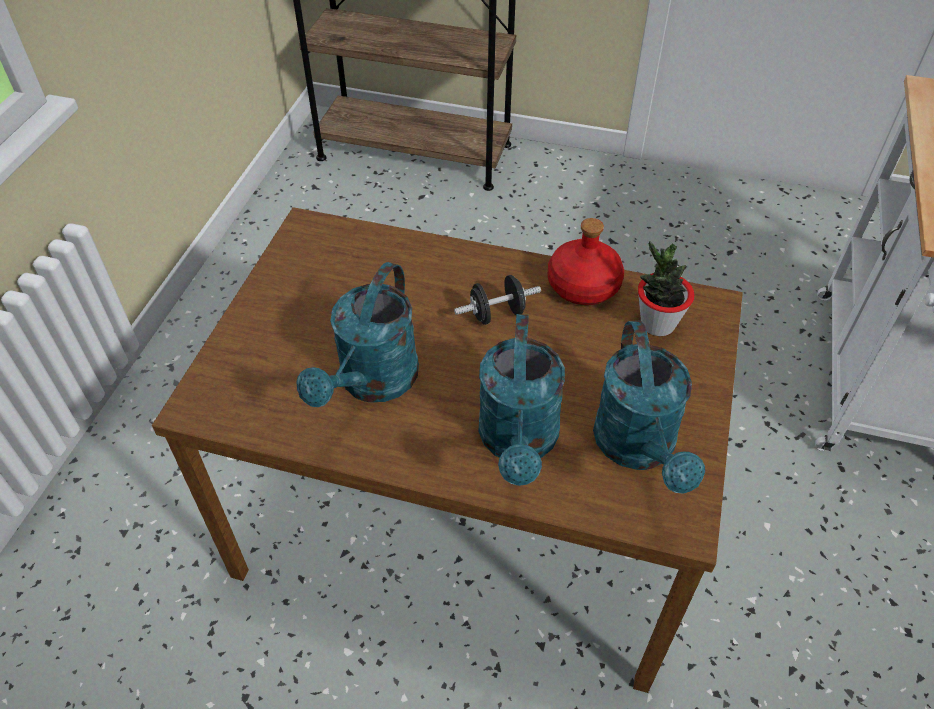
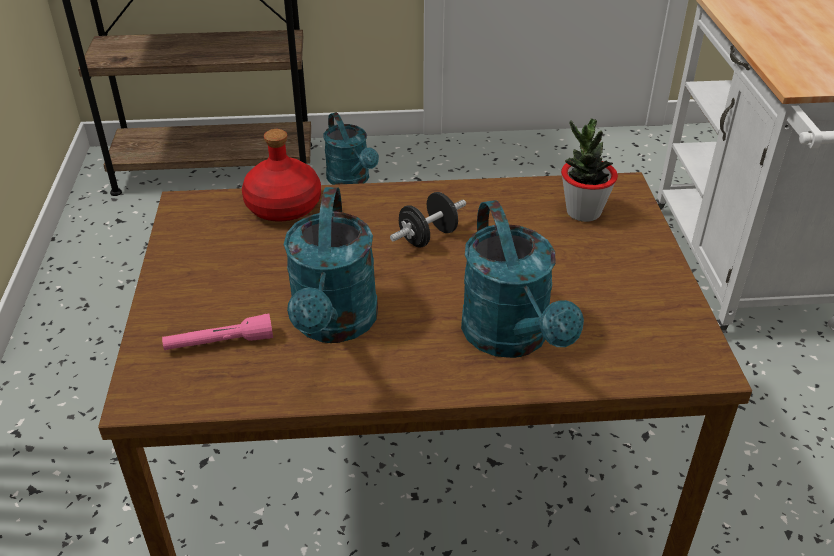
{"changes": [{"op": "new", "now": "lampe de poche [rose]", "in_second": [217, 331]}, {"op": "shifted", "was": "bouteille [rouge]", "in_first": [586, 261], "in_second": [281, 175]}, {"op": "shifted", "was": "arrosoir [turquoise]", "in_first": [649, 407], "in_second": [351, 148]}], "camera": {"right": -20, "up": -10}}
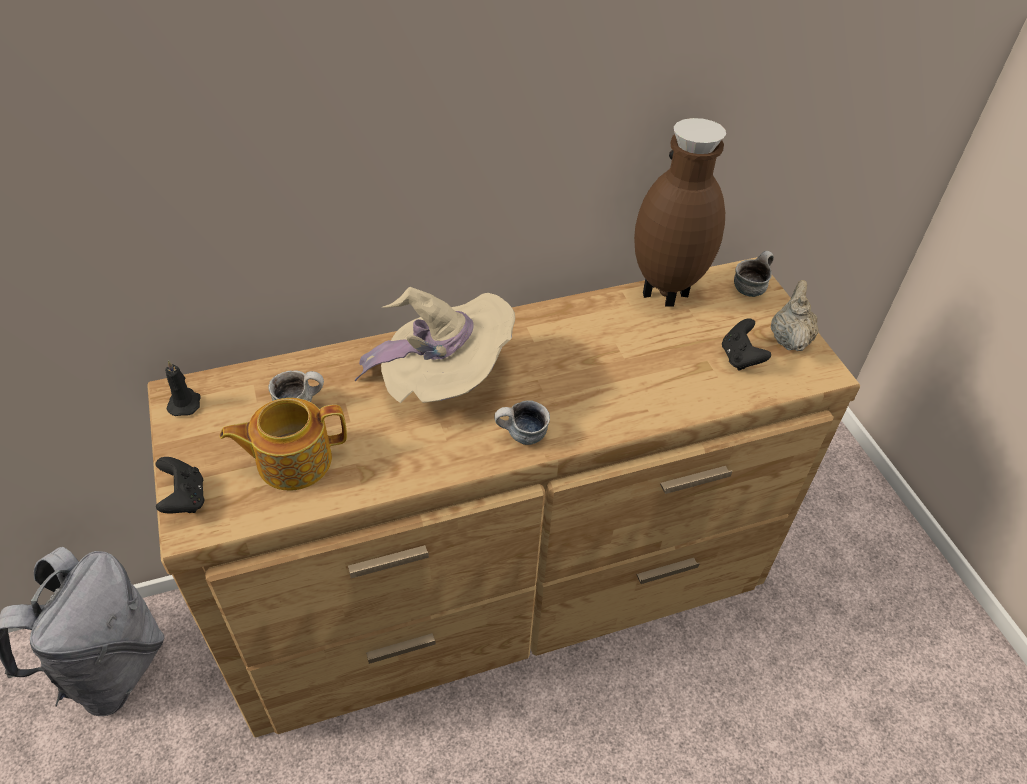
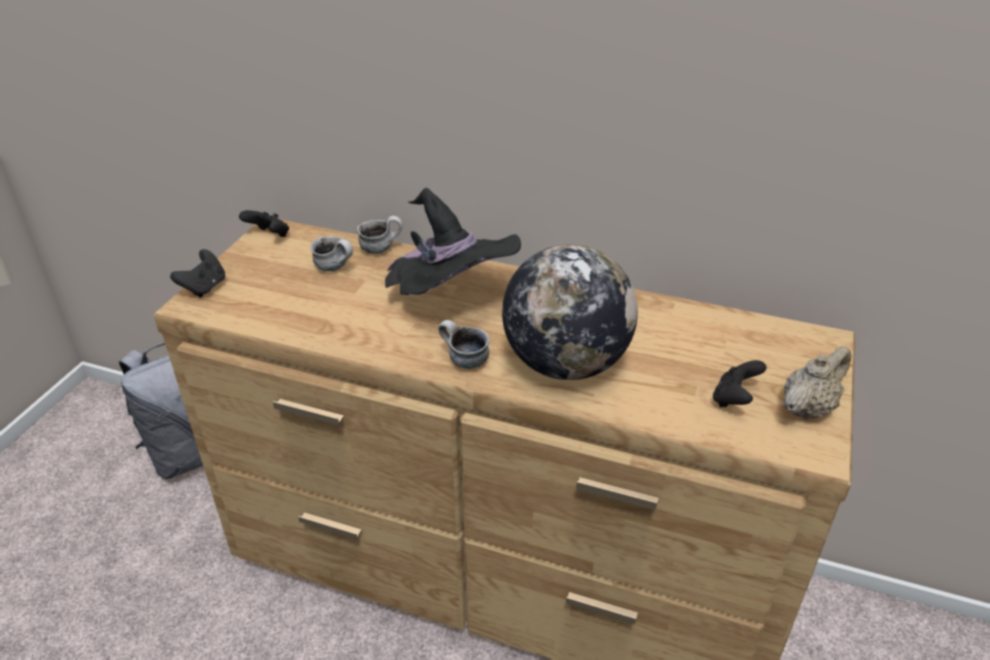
{"changes": [{"op": "gone", "was": "théière", "in_first": [283, 444]}, {"op": "gone", "was": "vase [marron]", "in_first": [680, 212]}, {"op": "new", "now": "globe", "in_second": [570, 312]}, {"op": "shifted", "was": "mug", "in_first": [754, 274], "in_second": [380, 235]}, {"op": "swapped", "was": "bougie [noir]", "now": "manette [noir]", "in_first": [183, 388], "in_second": [264, 223]}, {"op": "repainted", "was": "chapeau [beige]", "now": "chapeau [noir]", "in_first": [435, 345], "in_second": [453, 241]}], "camera": {"right": 40, "up": -10}}
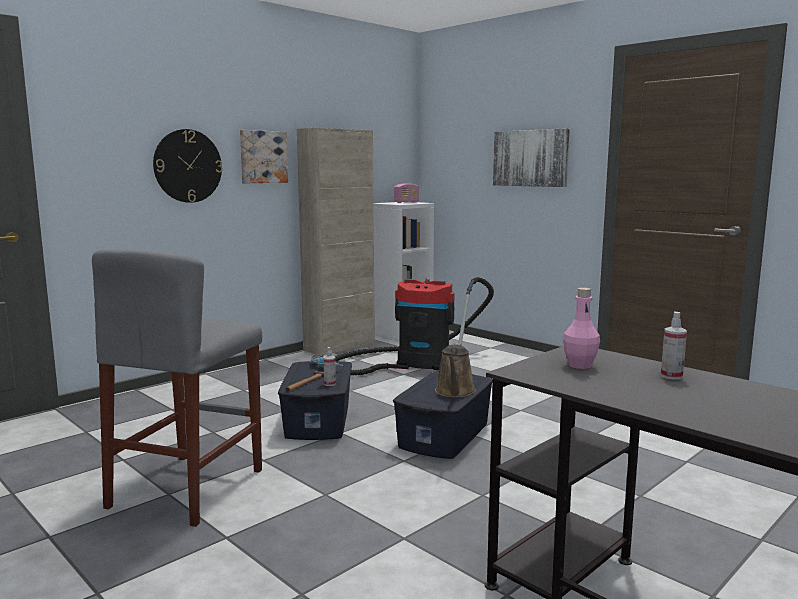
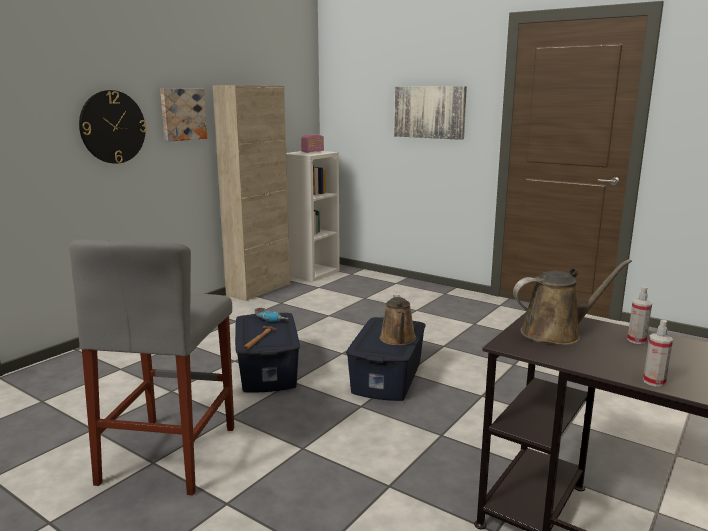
{"changes": [{"op": "gone", "was": "aspirateur", "in_first": [414, 326]}, {"op": "shifted", "was": "vaporisateur", "in_first": [329, 366], "in_second": [658, 353]}, {"op": "swapped", "was": "bouteille [rose]", "now": "arrosoir [marron]", "in_first": [581, 328], "in_second": [572, 302]}], "camera": {"right": -10, "up": 5}}
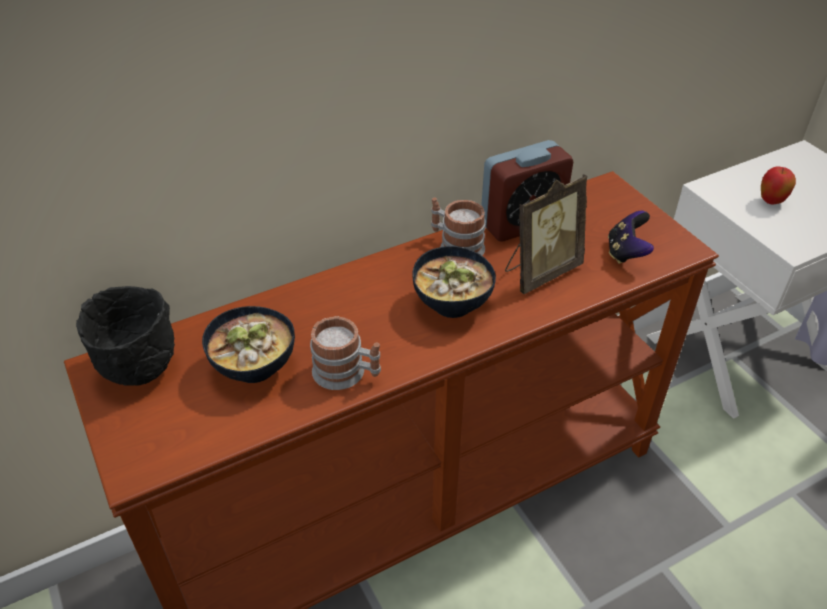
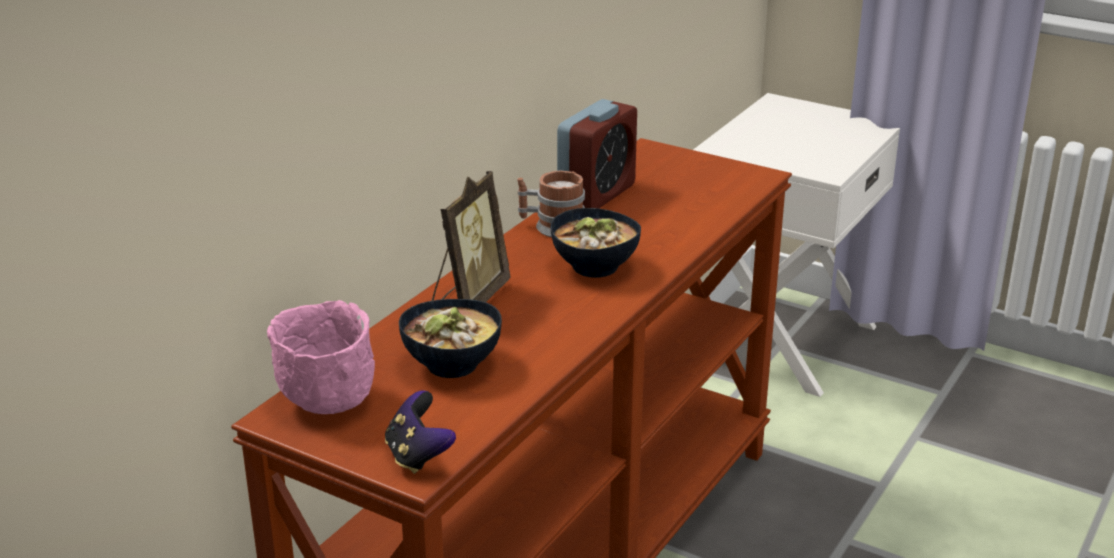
{"changes": [{"op": "gone", "was": "mug", "in_first": [345, 353]}, {"op": "gone", "was": "pomme", "in_first": [778, 185]}, {"op": "shifted", "was": "cadre photo", "in_first": [546, 234], "in_second": [471, 236]}, {"op": "shifted", "was": "manette", "in_first": [631, 237], "in_second": [420, 432]}, {"op": "repainted", "was": "bol [noir]", "now": "bol [rose]", "in_first": [125, 336], "in_second": [321, 357]}], "camera": {"right": -30, "up": -15}}
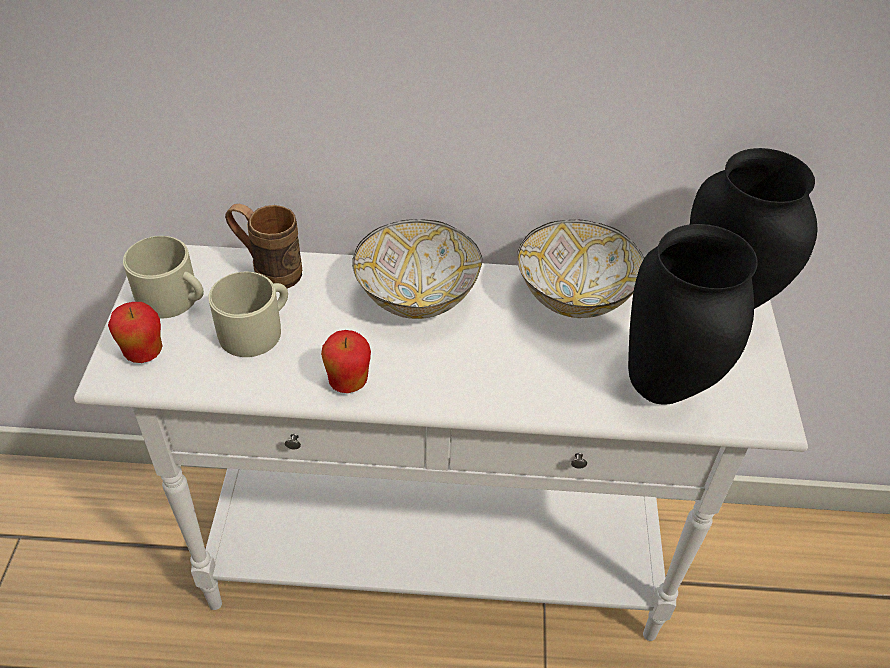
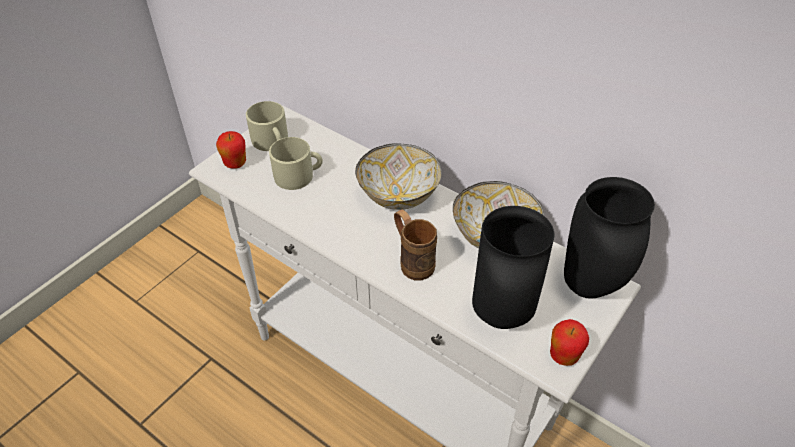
{"changes": [{"op": "shifted", "was": "mug [marron]", "in_first": [263, 246], "in_second": [415, 245]}, {"op": "shifted", "was": "pomme", "in_first": [346, 361], "in_second": [569, 342]}], "camera": {"right": 35, "up": 0}}
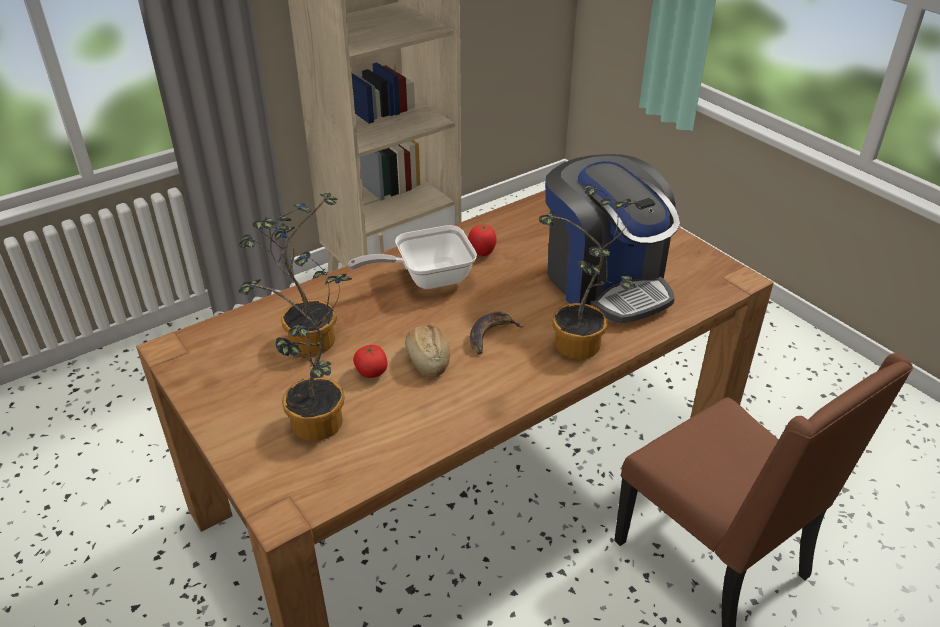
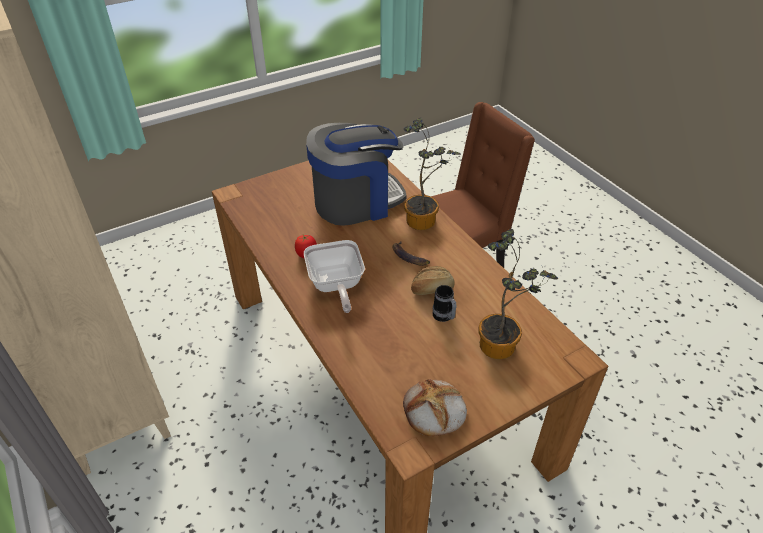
{"changes": [{"op": "gone", "was": "plante en pot", "in_first": [288, 274]}, {"op": "new", "now": "pain", "in_second": [435, 407]}, {"op": "swapped", "was": "tomate", "now": "mug", "in_first": [370, 361], "in_second": [445, 303]}], "camera": {"right": -85, "up": 5}}
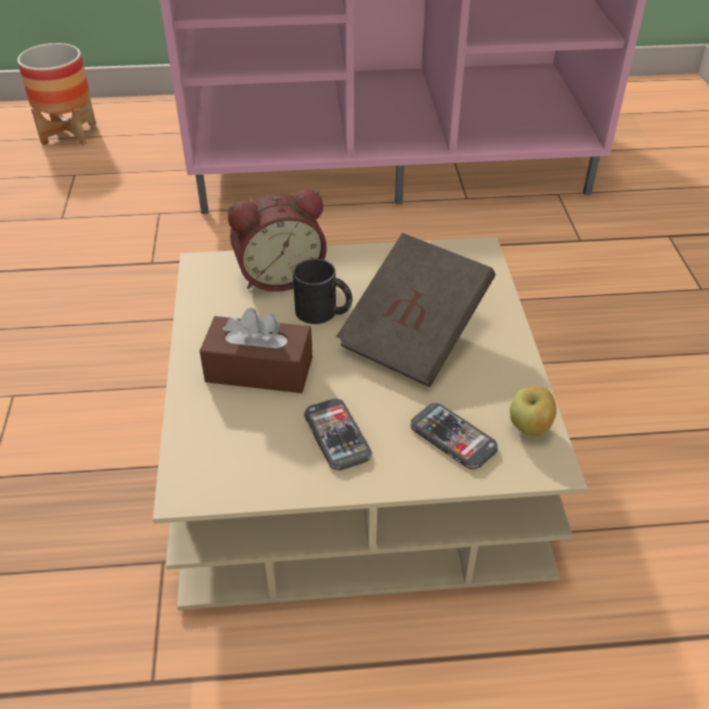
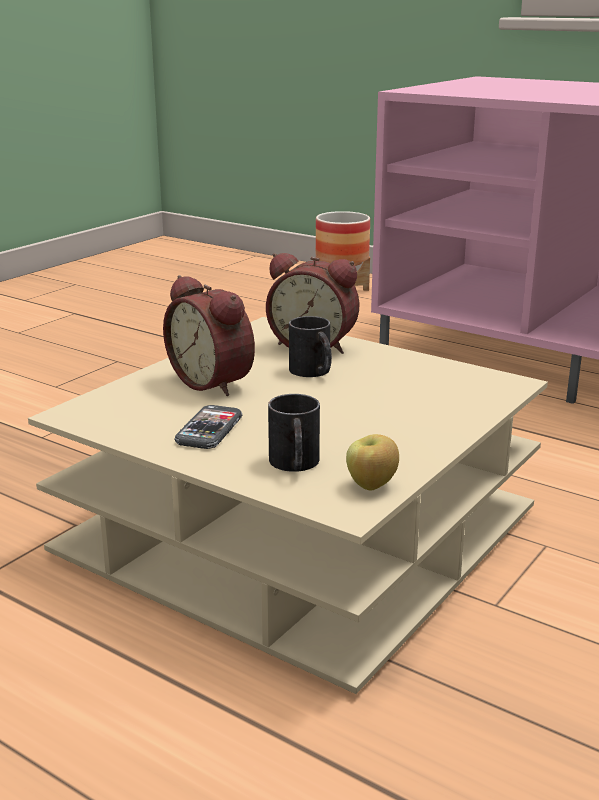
{"changes": [{"op": "gone", "was": "livre [marron]", "in_first": [415, 310]}, {"op": "swapped", "was": "boîte à mouchoirs [marron]", "now": "réveil", "in_first": [256, 350], "in_second": [209, 335]}, {"op": "swapped", "was": "téléphone", "now": "mug [noir]", "in_first": [454, 436], "in_second": [294, 433]}], "camera": {"right": 40, "up": -20}}
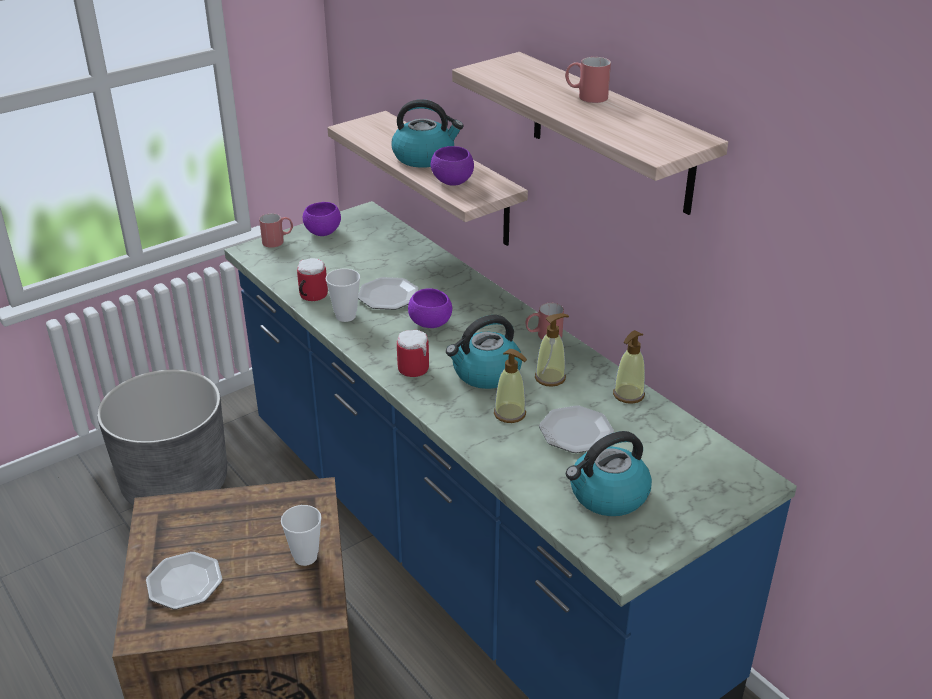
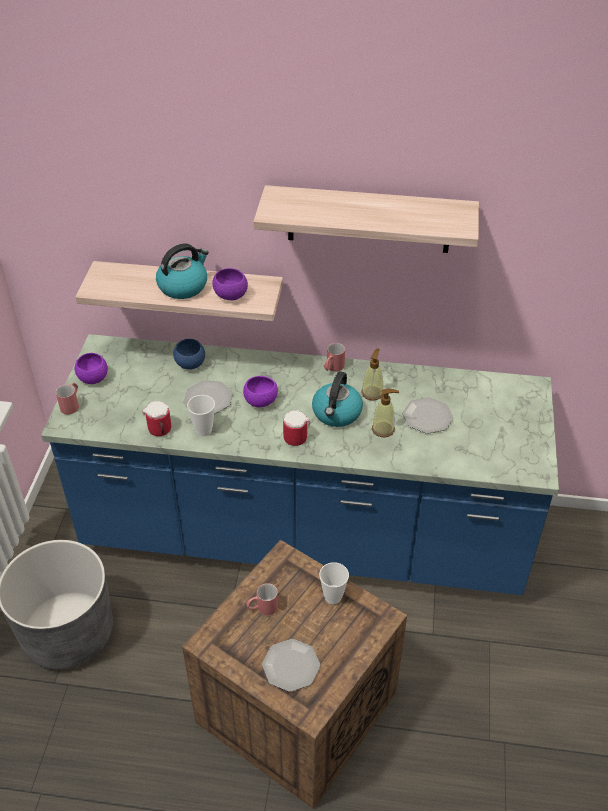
{"changes": [{"op": "gone", "was": "bouilloire", "in_first": [609, 473]}, {"op": "gone", "was": "distributeur de savon", "in_first": [629, 367]}, {"op": "new", "now": "bol [bleu]", "in_second": [189, 354]}, {"op": "shifted", "was": "mug [rouge]", "in_first": [588, 80], "in_second": [262, 599]}], "camera": {"right": -45, "up": 10}}
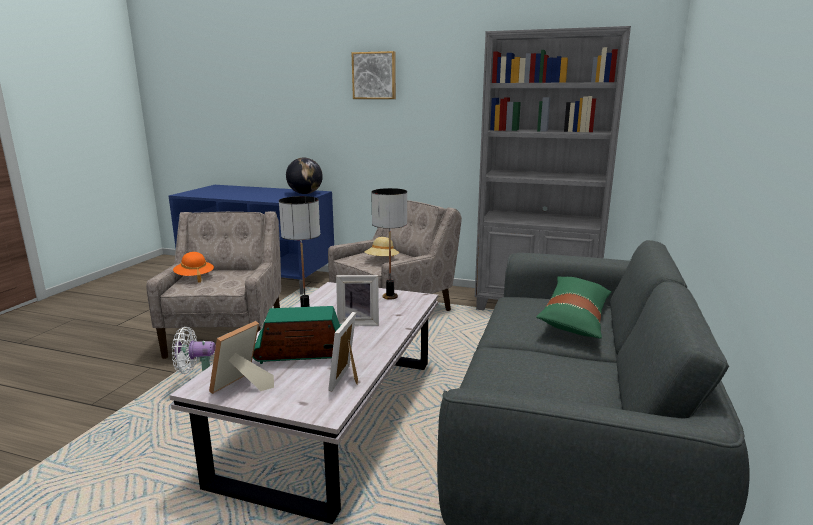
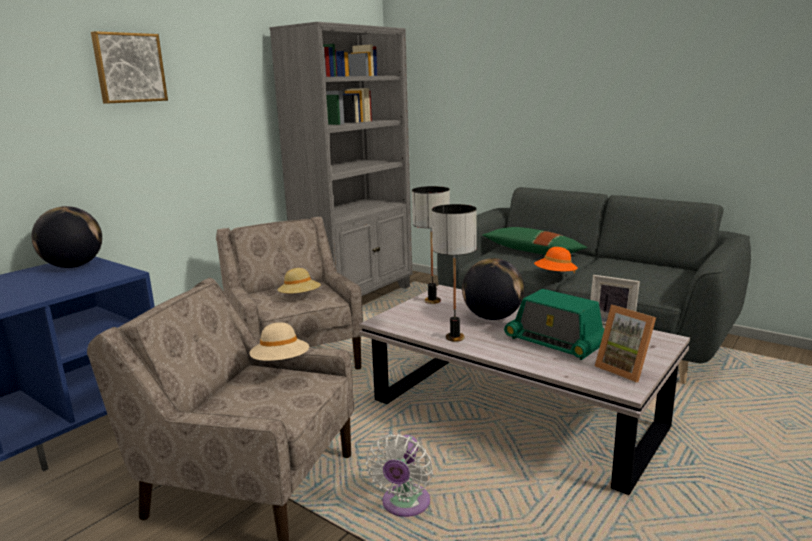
{"changes": [{"op": "new", "now": "chapeau [beige]", "in_second": [279, 341]}, {"op": "shifted", "was": "chapeau [orange]", "in_first": [193, 267], "in_second": [556, 260]}, {"op": "swapped", "was": "cadre photo", "now": "globe", "in_first": [357, 300], "in_second": [493, 289]}, {"op": "rotated", "was": "radio", "in_first": [297, 335], "in_second": [554, 324], "clockwise": -60}], "camera": {"right": -70, "up": 0}}
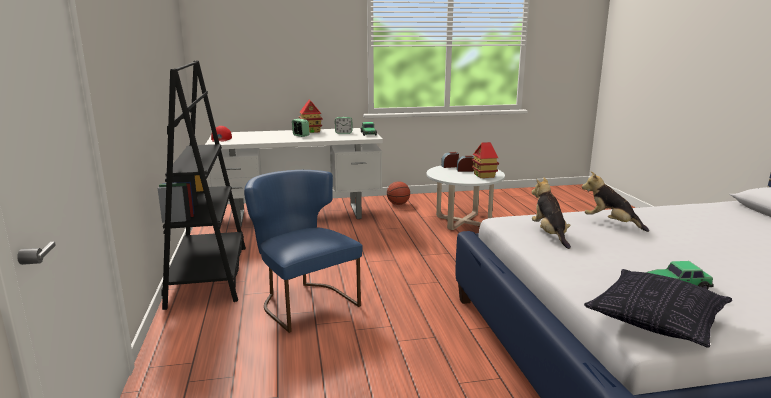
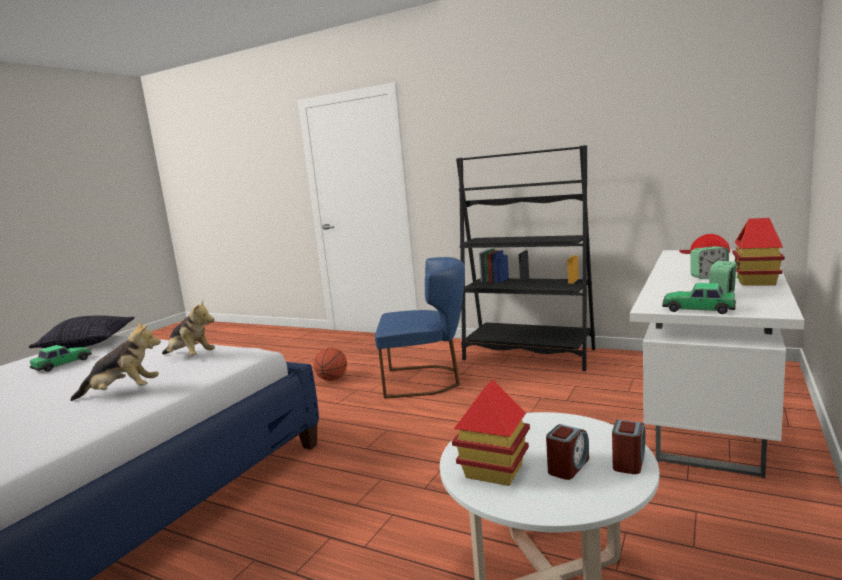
{"changes": [{"op": "shifted", "was": "ballon de basket", "in_first": [398, 193], "in_second": [330, 364]}], "camera": {"right": 130, "up": -5}}
